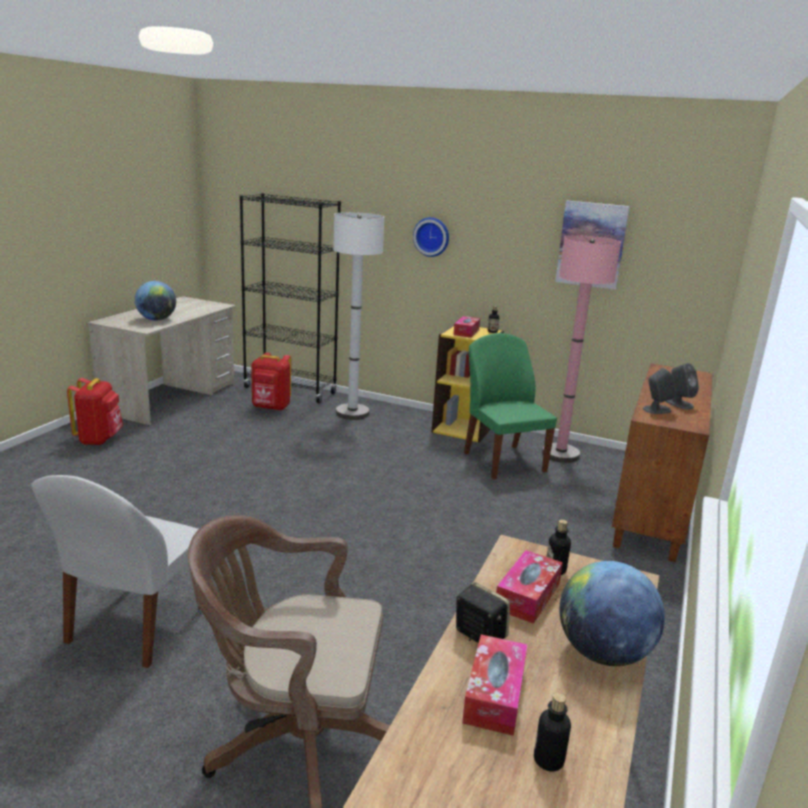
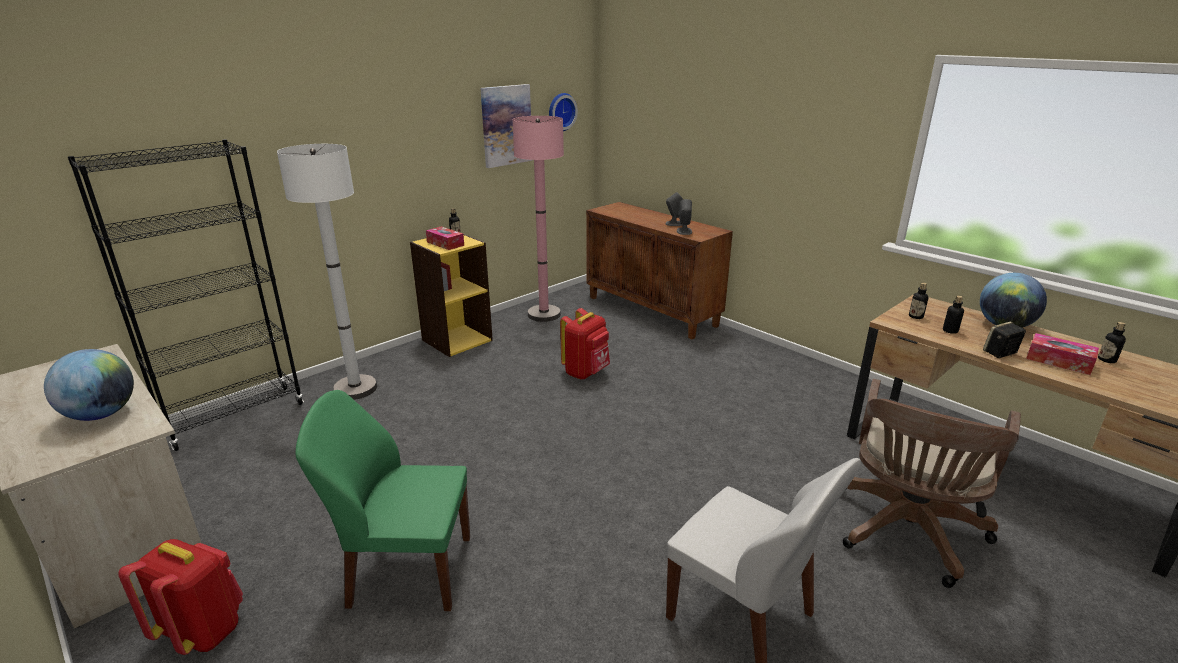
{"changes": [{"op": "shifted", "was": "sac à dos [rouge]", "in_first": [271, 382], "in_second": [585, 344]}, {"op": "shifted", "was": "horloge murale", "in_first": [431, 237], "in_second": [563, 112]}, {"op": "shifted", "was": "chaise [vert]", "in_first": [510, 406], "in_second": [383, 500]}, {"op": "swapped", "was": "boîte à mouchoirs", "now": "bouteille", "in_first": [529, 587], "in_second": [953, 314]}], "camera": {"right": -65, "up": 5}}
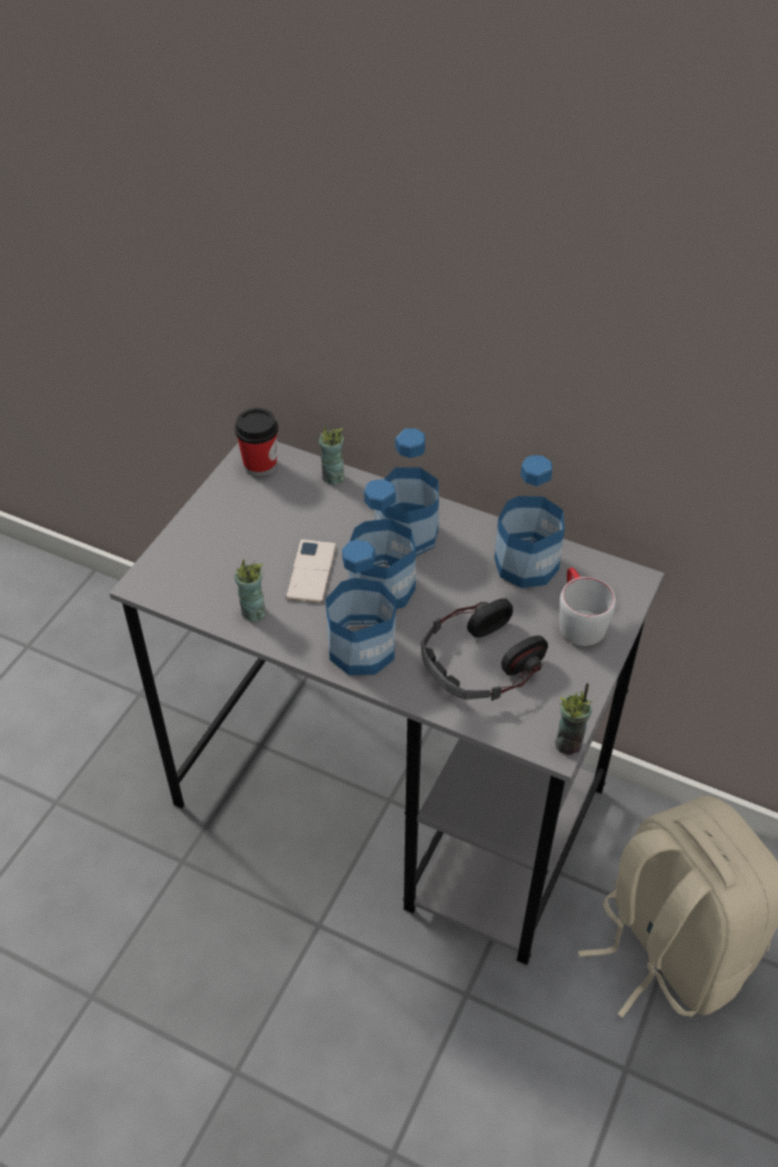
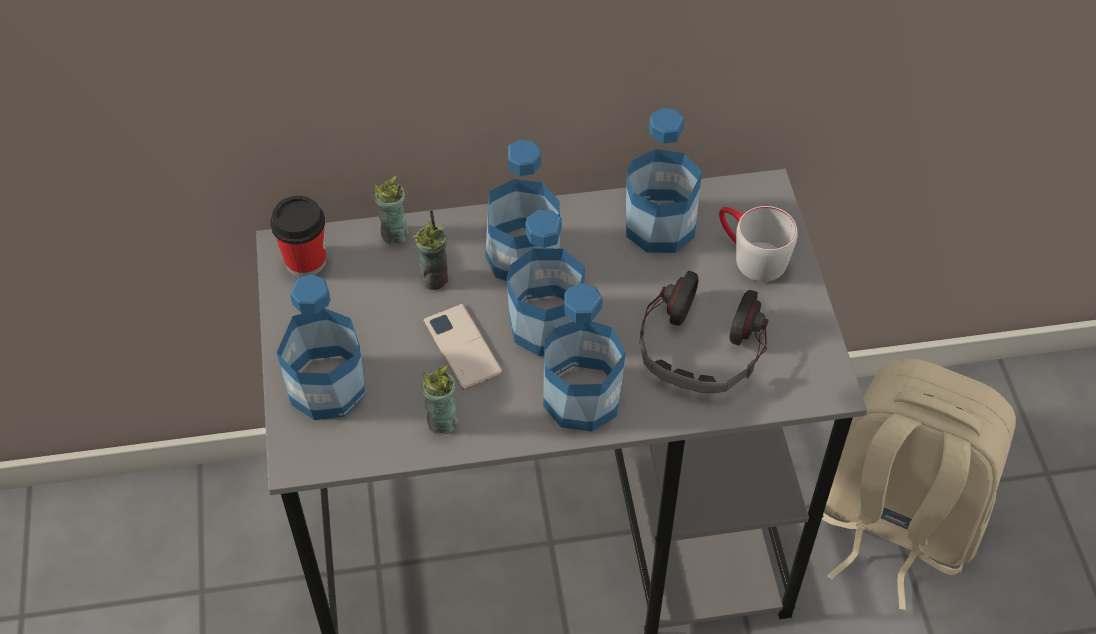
{"changes": [{"op": "new", "now": "bouteille", "in_second": [321, 347]}, {"op": "shifted", "was": "tasse", "in_first": [574, 719], "in_second": [430, 250]}], "camera": {"right": -35, "up": 5}}
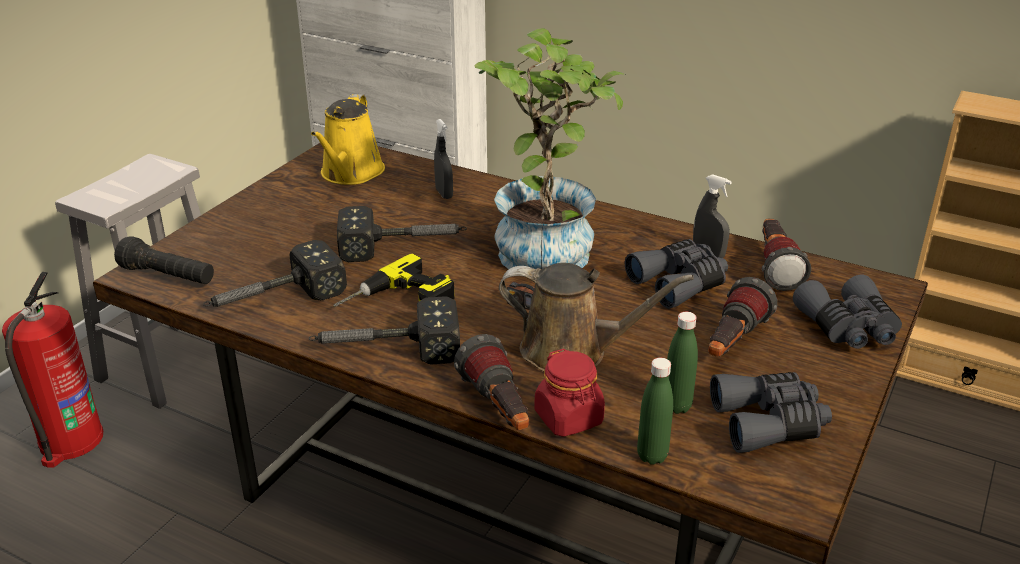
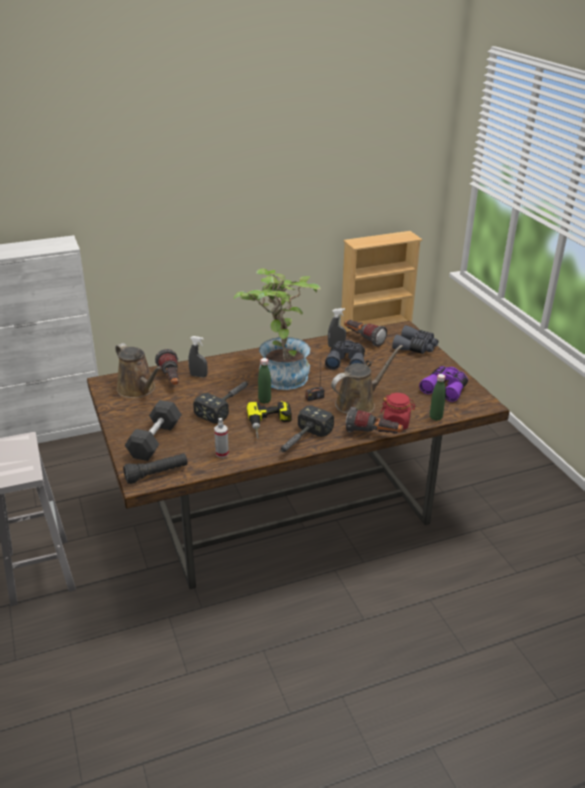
{"changes": [{"op": "gone", "was": "extincteur", "in_first": [52, 370]}, {"op": "new", "now": "haltère [gris]", "in_second": [153, 430]}, {"op": "shifted", "was": "bouteille [vert]", "in_first": [682, 363], "in_second": [264, 381]}, {"op": "shifted", "was": "lampe de poche", "in_first": [742, 317], "in_second": [167, 367]}, {"op": "swapped", "was": "marteau", "now": "vaporisateur", "in_first": [275, 273], "in_second": [221, 438]}, {"op": "repainted", "was": "arrosoir [jaune]", "now": "arrosoir [marron]", "in_first": [348, 139], "in_second": [138, 370]}, {"op": "repainted", "was": "jumelles [gris]", "now": "jumelles [violet]", "in_first": [771, 412], "in_second": [443, 384]}], "camera": {"right": -50, "up": 0}}
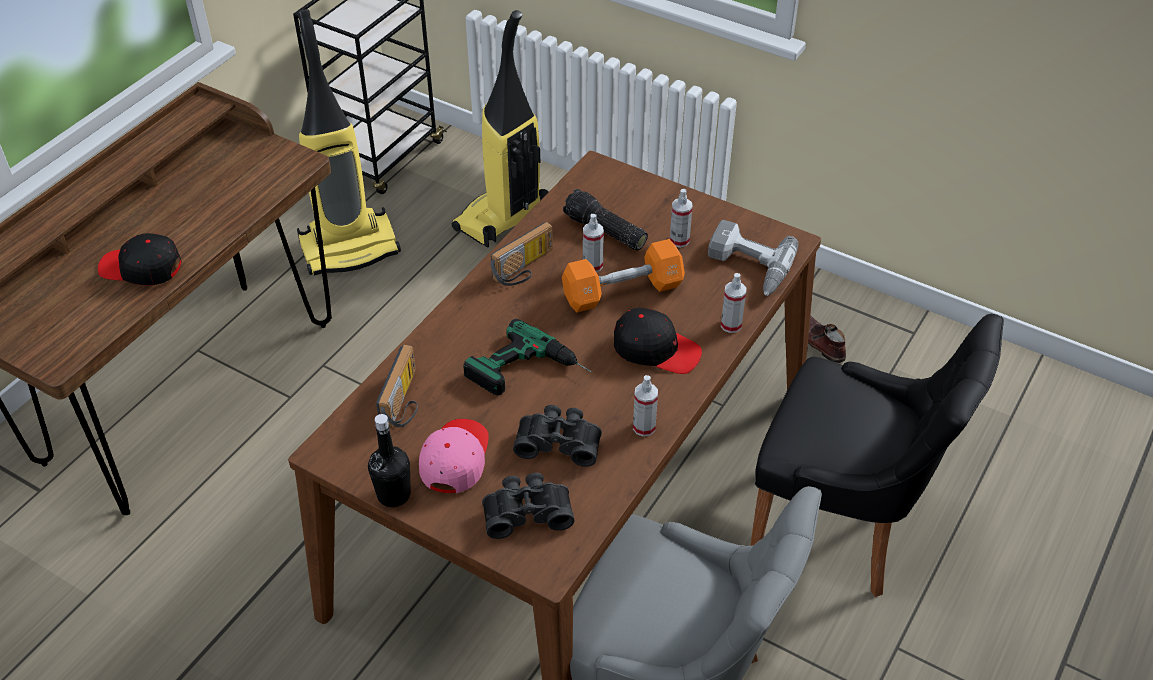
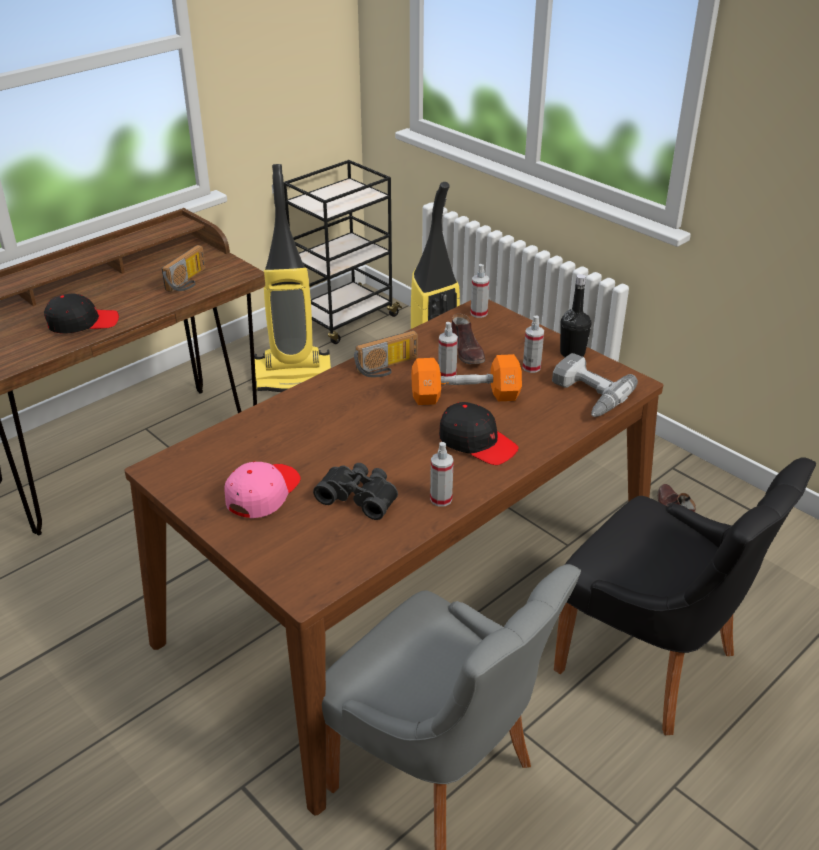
{"changes": [{"op": "gone", "was": "perceuse", "in_first": [527, 357]}, {"op": "gone", "was": "jumelles [noir]", "in_first": [528, 506]}, {"op": "shifted", "was": "bouteille [noir]", "in_first": [389, 460], "in_second": [575, 315]}, {"op": "shifted", "was": "radio", "in_first": [397, 386], "in_second": [184, 268]}, {"op": "shifted", "was": "vaporisateur", "in_first": [733, 303], "in_second": [480, 291]}, {"op": "swapped", "was": "lampe de poche", "now": "chaussure [marron]", "in_first": [605, 220], "in_second": [468, 339]}, {"op": "rotated", "was": "casquette [noir]", "in_first": [140, 259], "in_second": [81, 313], "clockwise": 135}], "camera": {"right": 15, "up": -10}}
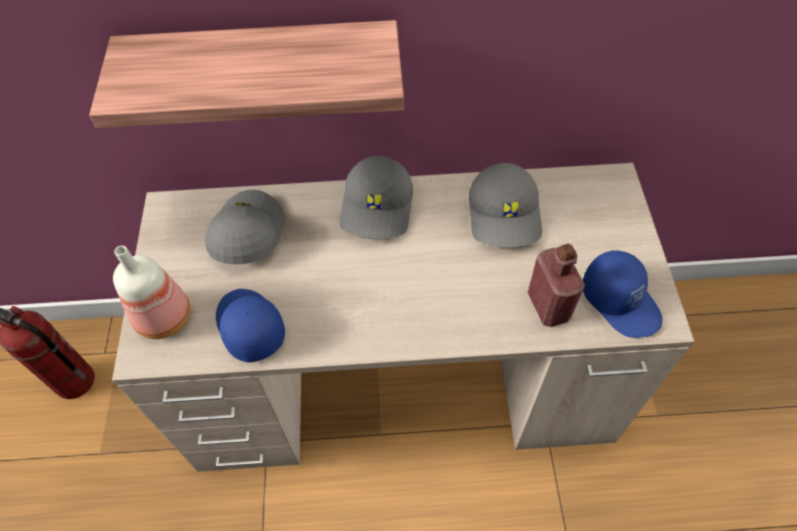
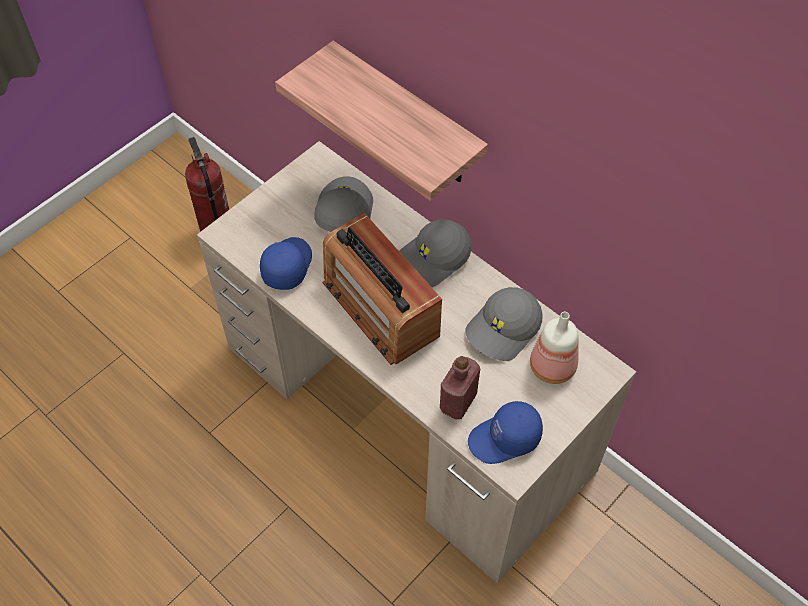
{"changes": [{"op": "new", "now": "radio", "in_second": [382, 289]}, {"op": "shifted", "was": "bouteille", "in_first": [151, 292], "in_second": [554, 348]}, {"op": "rotated", "was": "casquette [gris]", "in_first": [245, 227], "in_second": [343, 204], "clockwise": -45}, {"op": "rotated", "was": "casquette [bleu]", "in_first": [622, 294], "in_second": [505, 432], "clockwise": 60}], "camera": {"right": 45, "up": 0}}
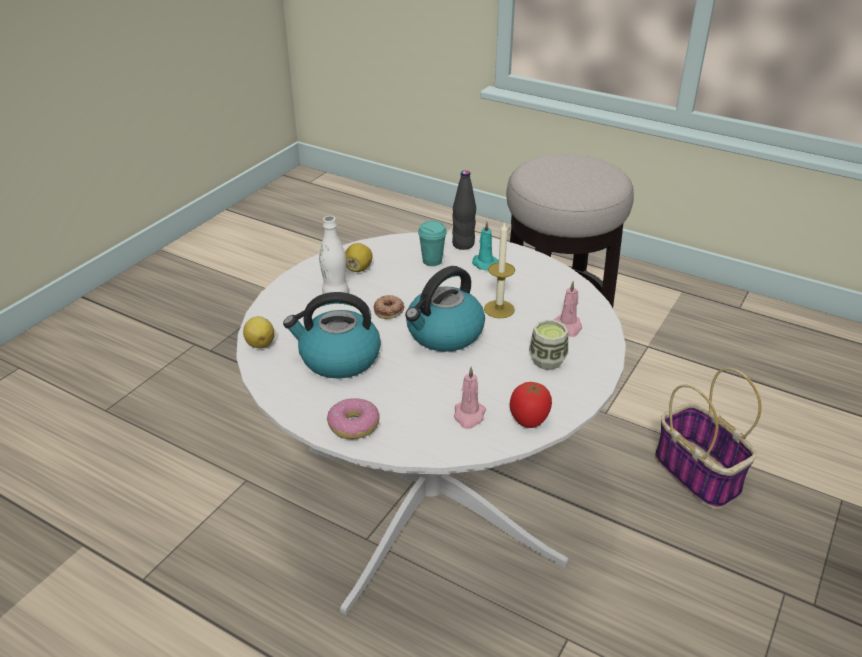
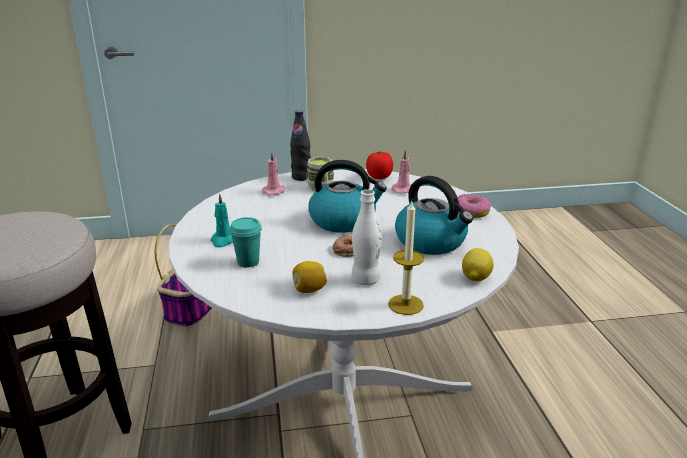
{"changes": [{"op": "shifted", "was": "bouteille [noir]", "in_first": [464, 210], "in_second": [300, 145]}, {"op": "shifted", "was": "bougie", "in_first": [499, 269], "in_second": [406, 258]}], "camera": {"right": -130, "up": -10}}
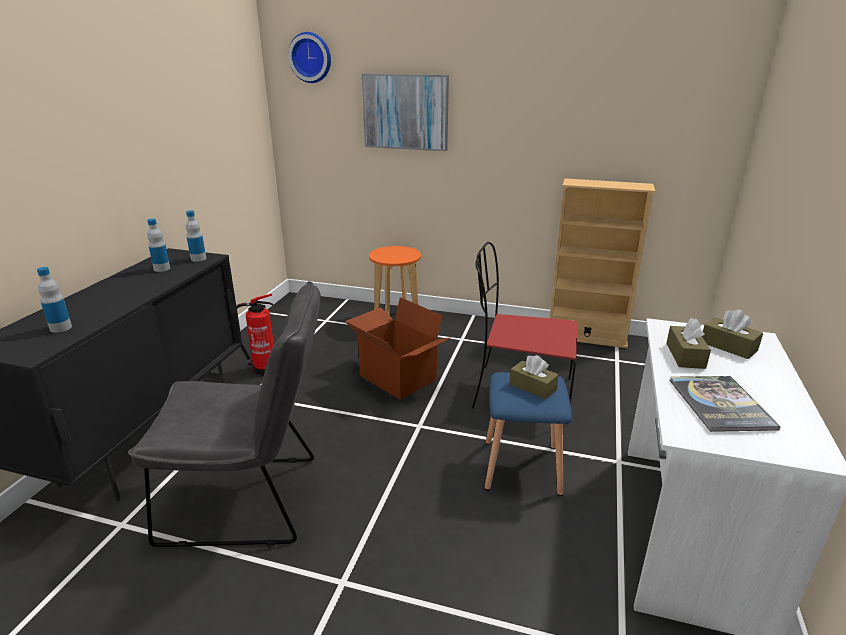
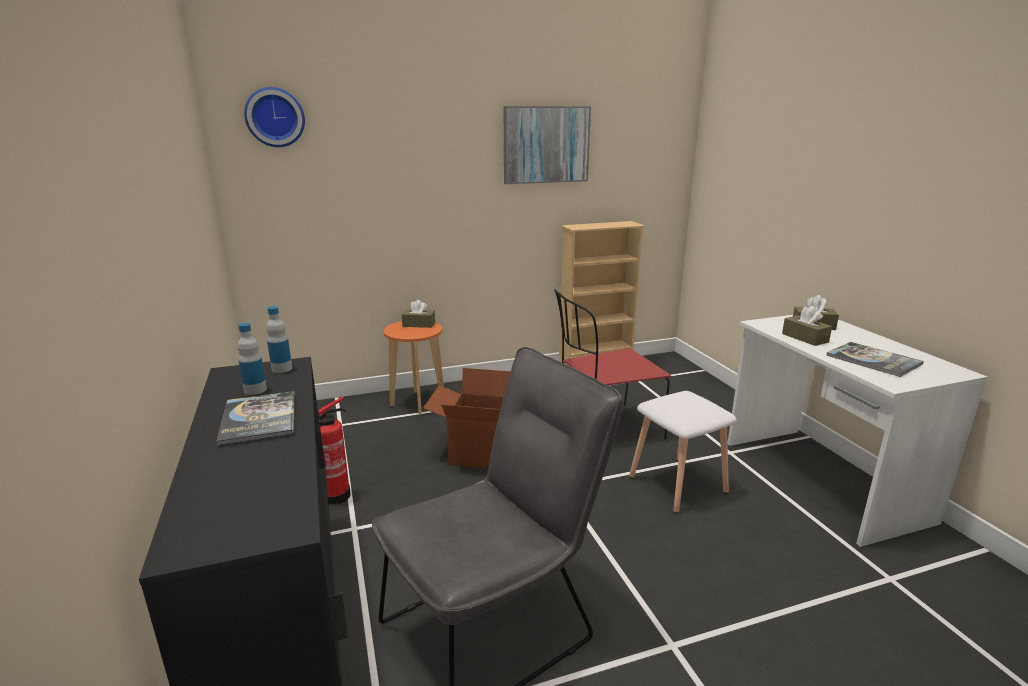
{"changes": [{"op": "gone", "was": "bouteille", "in_first": [54, 300]}, {"op": "new", "now": "livre", "in_second": [256, 418]}, {"op": "shifted", "was": "tableau", "in_first": [405, 112], "in_second": [547, 145]}, {"op": "shifted", "was": "boîte à mouchoirs [marron]", "in_first": [534, 377], "in_second": [418, 314]}, {"op": "repainted", "was": "tabouret [bleu]", "now": "tabouret [blanc]", "in_first": [528, 434], "in_second": [683, 452]}], "camera": {"right": -35, "up": -5}}
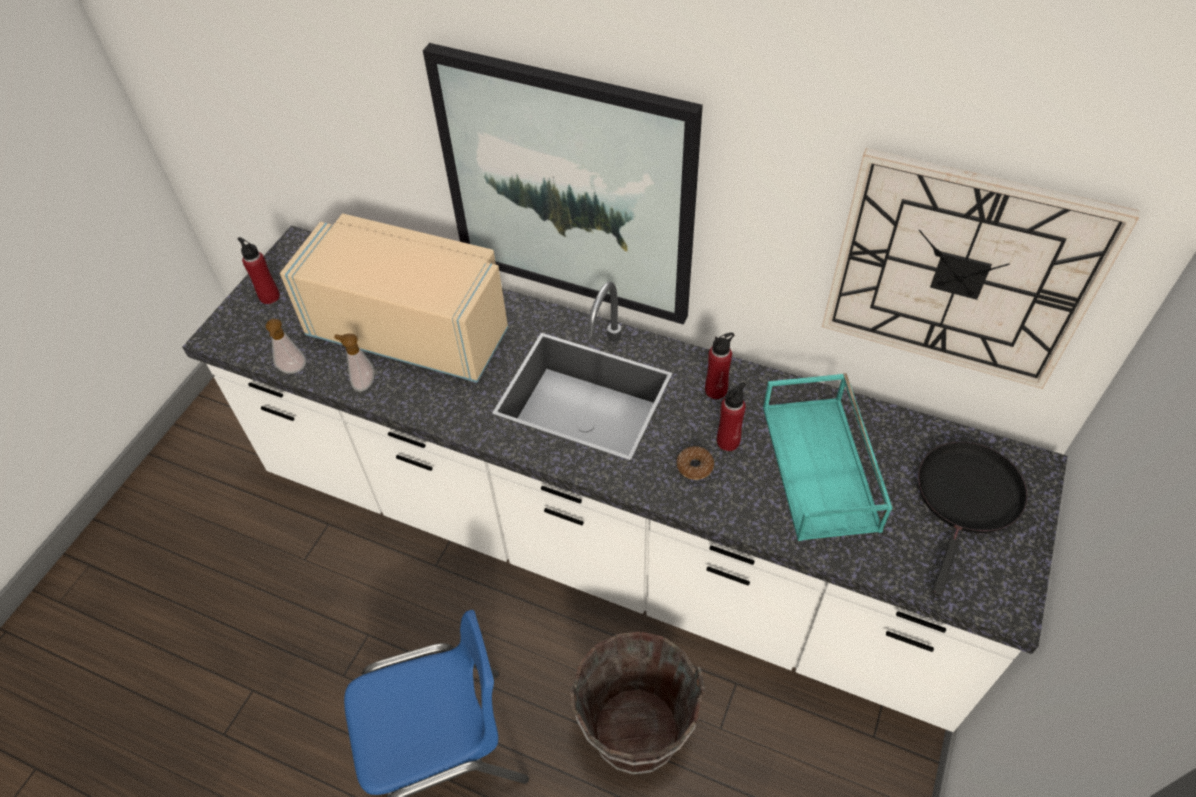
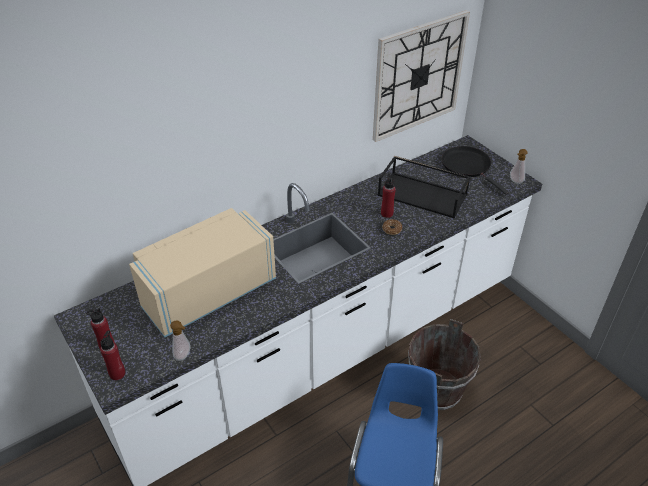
{"changes": [{"op": "gone", "was": "tableau", "in_first": [563, 184]}, {"op": "shifted", "was": "distributeur de savon", "in_first": [354, 362], "in_second": [519, 166]}, {"op": "shifted", "was": "bouteille [rouge]", "in_first": [719, 366], "in_second": [113, 355]}, {"op": "repainted", "was": "plateau [turquoise]", "now": "plateau [noir]", "in_first": [827, 457], "in_second": [424, 187]}], "camera": {"right": -60, "up": -10}}
